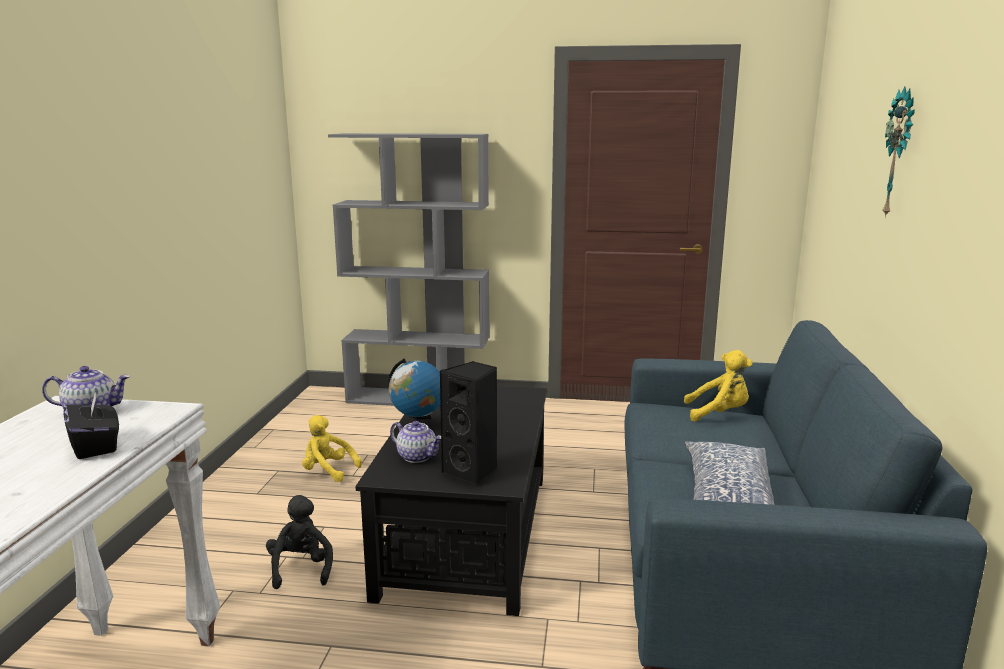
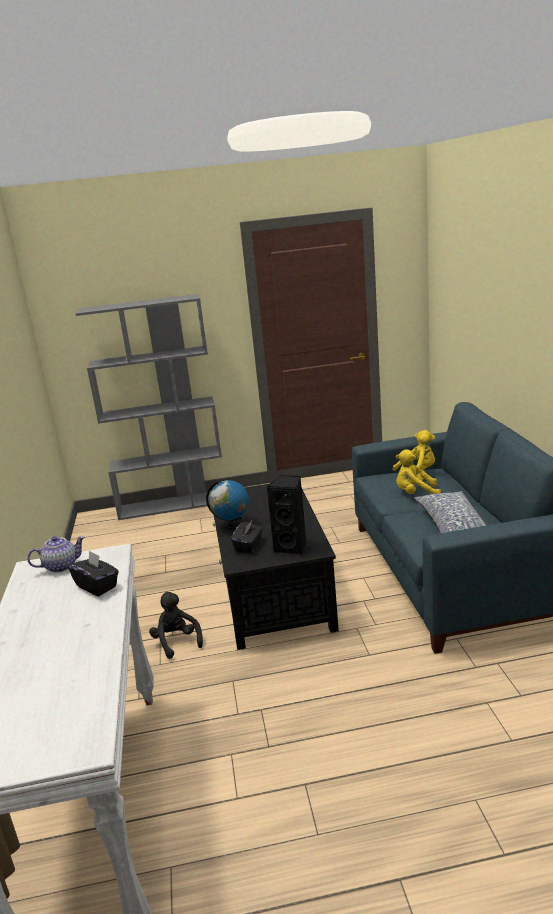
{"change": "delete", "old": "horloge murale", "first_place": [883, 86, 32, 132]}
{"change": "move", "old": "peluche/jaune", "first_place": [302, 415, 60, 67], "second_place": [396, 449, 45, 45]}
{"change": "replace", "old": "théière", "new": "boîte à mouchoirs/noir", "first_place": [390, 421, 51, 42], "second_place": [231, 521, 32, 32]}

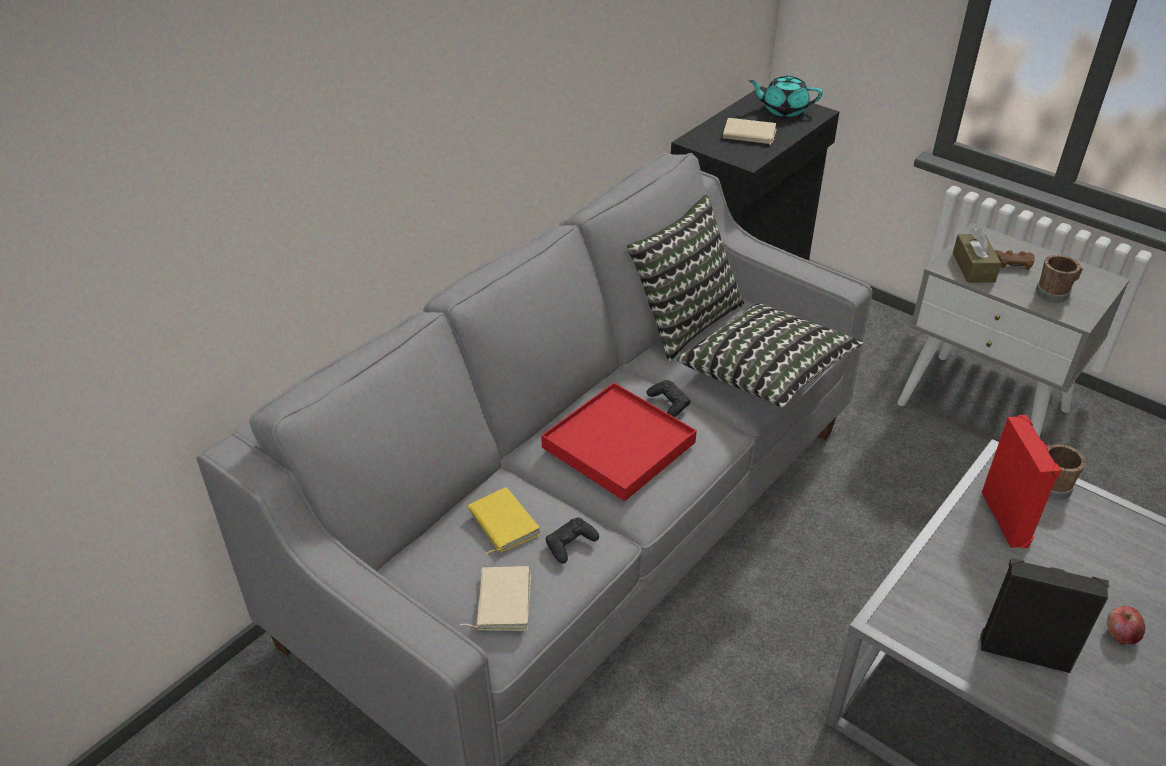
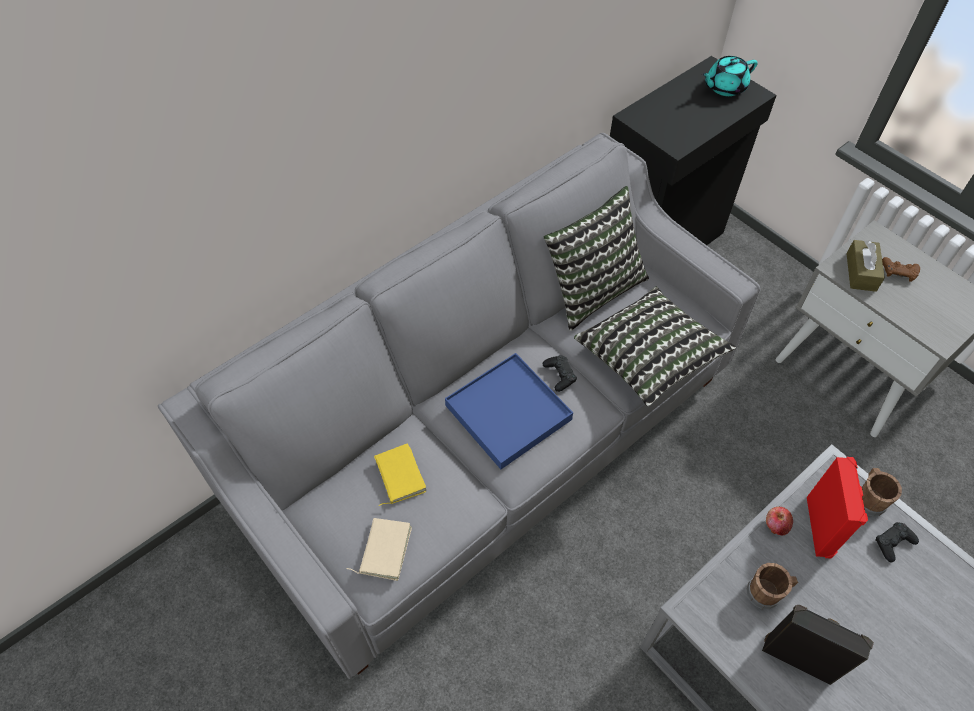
{"change": "rotate", "old": "théière/turquoise", "first_place": [749, 75, 74, 42], "second_place": [702, 56, 56, 40], "degrees": -45}
{"change": "delete", "old": "livre/beige", "first_place": [723, 118, 54, 28]}
{"change": "move", "old": "mug/marron", "first_place": [1036, 255, 47, 48], "second_place": [746, 563, 52, 46]}
{"change": "recolor", "old": "plateau/rouge", "new": "plateau/bleu", "first_place": [541, 383, 156, 118], "second_place": [445, 353, 128, 116]}
{"change": "move", "old": "manette/noir", "first_place": [546, 517, 53, 47], "second_place": [875, 522, 44, 40]}
{"change": "move", "old": "pomme", "first_place": [1107, 606, 38, 39], "second_place": [766, 507, 27, 28]}

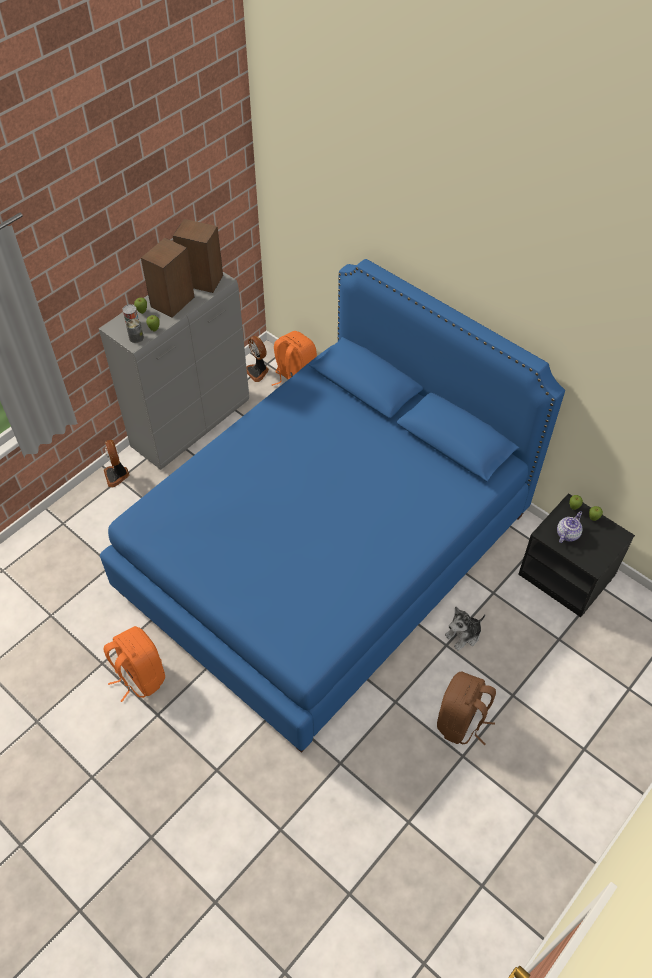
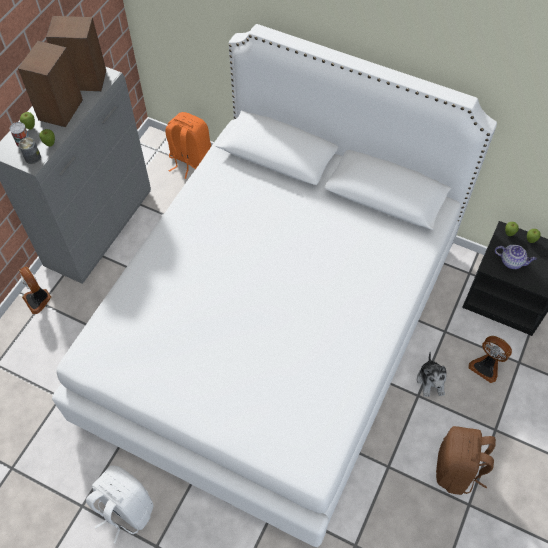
{"change": "recolor", "old": "lit/bleu", "new": "lit/blanc", "first_place": [100, 259, 465, 494], "second_place": [52, 24, 445, 523]}
{"change": "move", "old": "ventilateur", "first_place": [246, 336, 23, 46], "second_place": [469, 336, 43, 47]}
{"change": "rotate", "old": "théière", "first_place": [557, 511, 26, 32], "second_place": [495, 245, 42, 24], "degrees": 90}
{"change": "rotate", "old": "peluche", "first_place": [445, 606, 40, 44], "second_place": [417, 352, 29, 45], "degrees": -45}
{"change": "recolor", "old": "sac à dos/orange", "new": "sac à dos/blanc", "first_place": [104, 626, 61, 76], "second_place": [86, 466, 68, 77]}

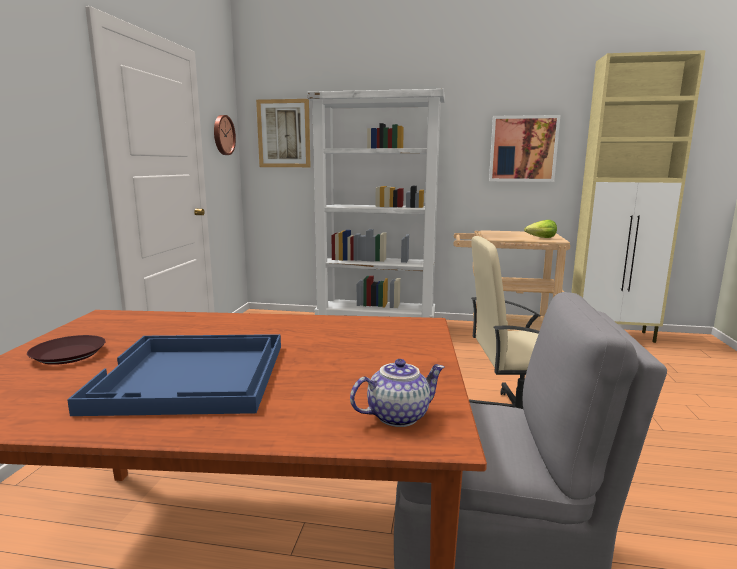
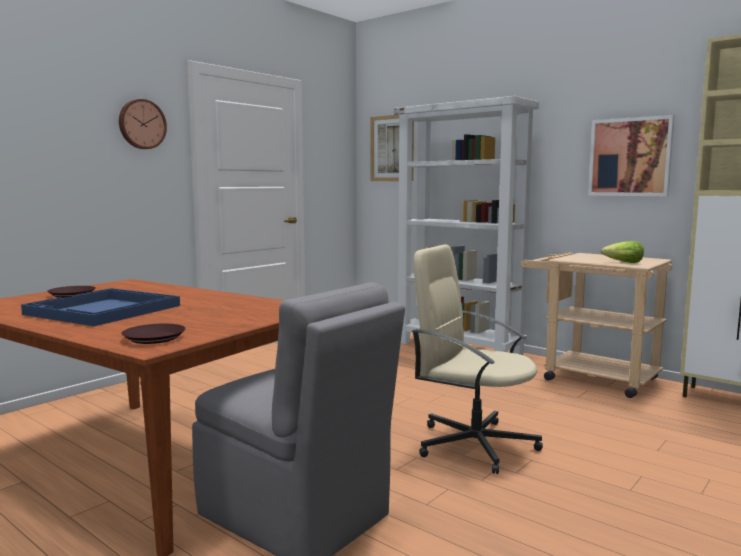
{"change": "move", "old": "horloge murale", "first_place": [214, 115, 22, 40], "second_place": [119, 99, 48, 50]}
{"change": "replace", "old": "théière", "new": "assiette/marron", "first_place": [350, 359, 95, 68], "second_place": [121, 324, 65, 20]}

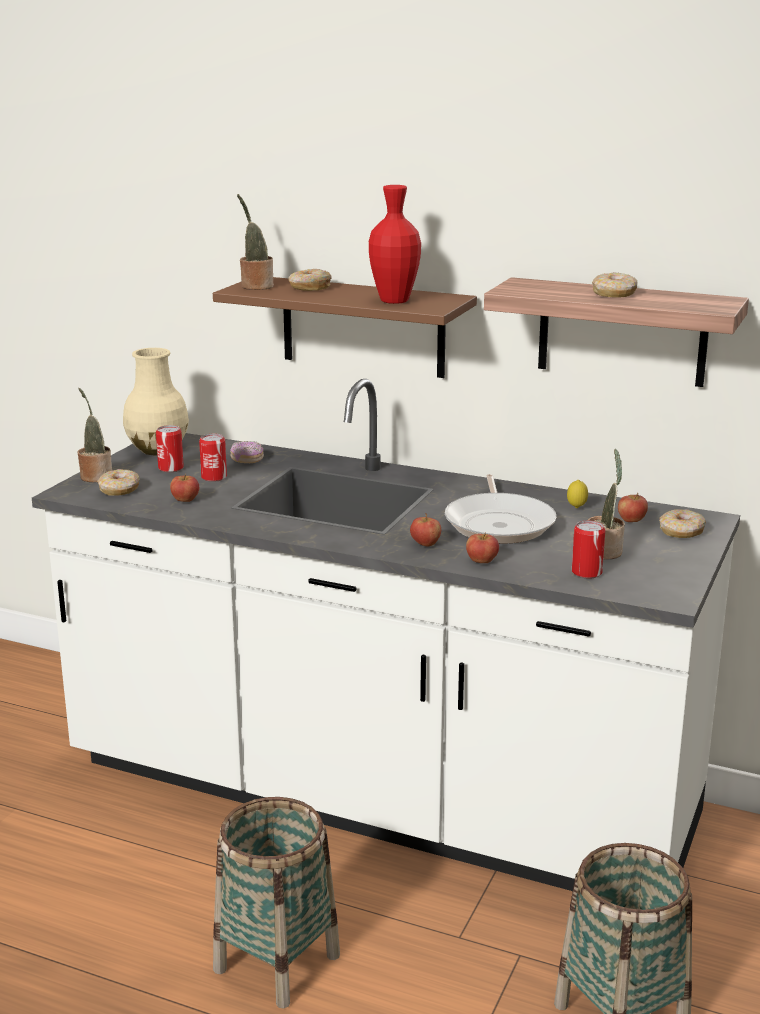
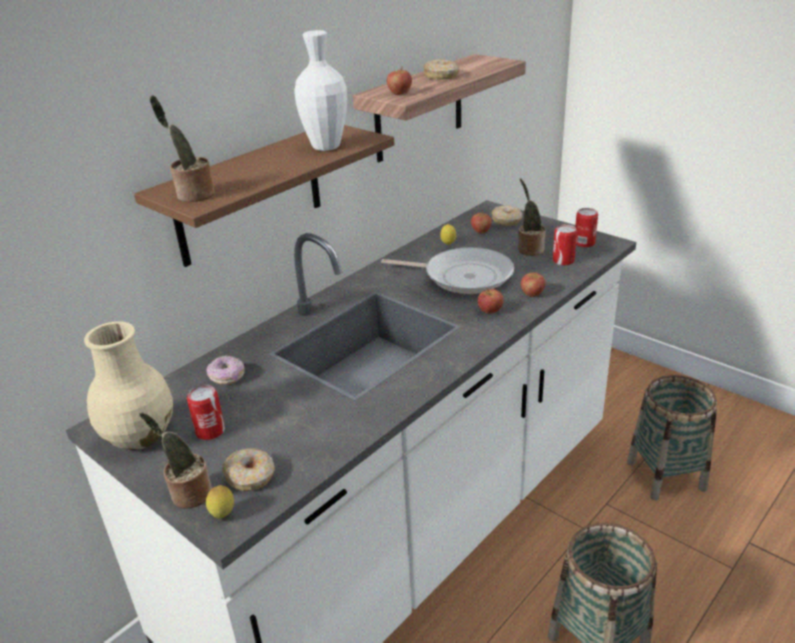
{"change": "recolor", "old": "vase/rouge", "new": "vase/blanc", "first_place": [369, 185, 52, 119], "second_place": [294, 30, 53, 121]}
{"change": "delete", "old": "beignet", "first_place": [289, 269, 43, 22]}
{"change": "move", "old": "boîte métallique", "first_place": [199, 434, 28, 48], "second_place": [575, 208, 23, 40]}
{"change": "move", "old": "pomme", "first_place": [170, 474, 29, 28], "second_place": [387, 67, 25, 28]}
{"change": "insert", "new": "citron", "second_place": [206, 485, 28, 34]}

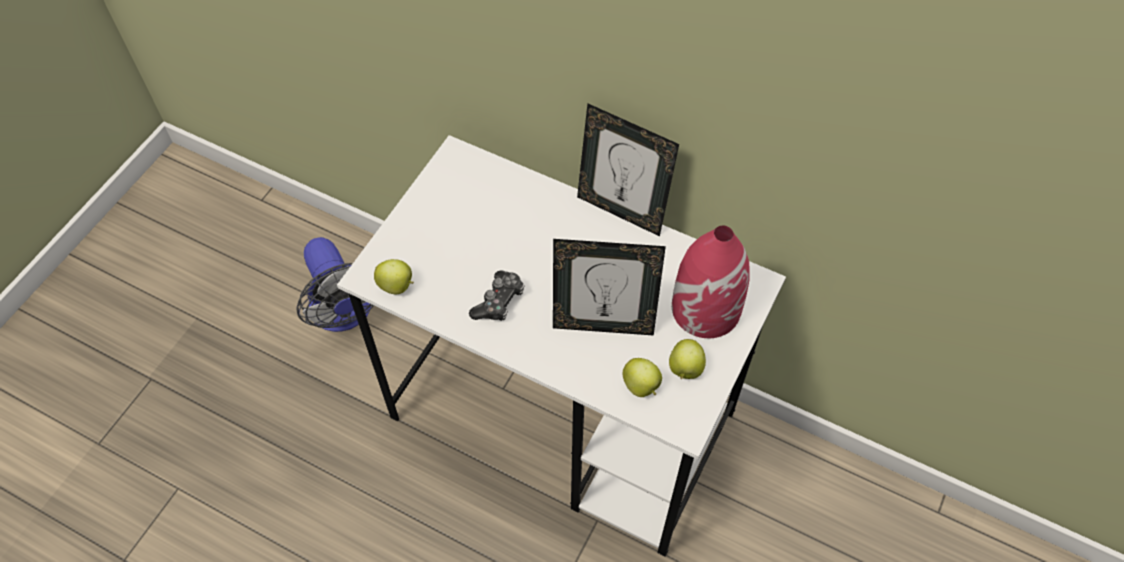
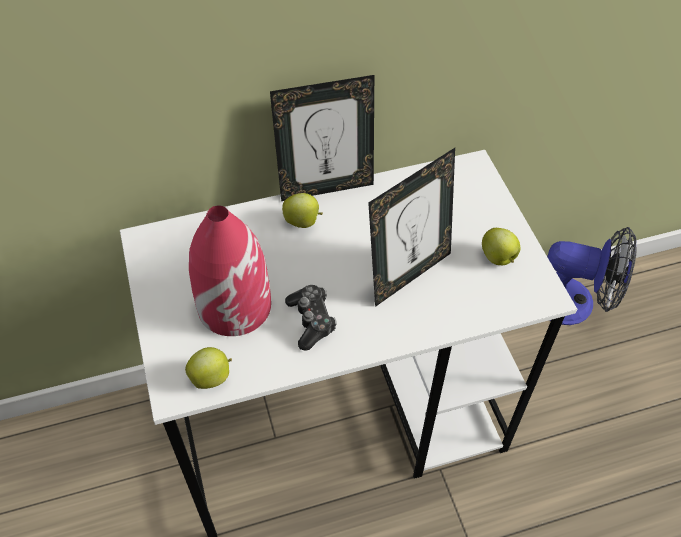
{"change": "move", "old": "vase/rouge", "first_place": [672, 226, 78, 112], "second_place": [189, 205, 82, 131]}
{"change": "move", "old": "ventilateur", "first_place": [296, 237, 78, 95], "second_place": [547, 227, 90, 98]}
{"change": "move", "old": "pomme", "first_place": [623, 358, 39, 39], "second_place": [282, 193, 41, 35]}

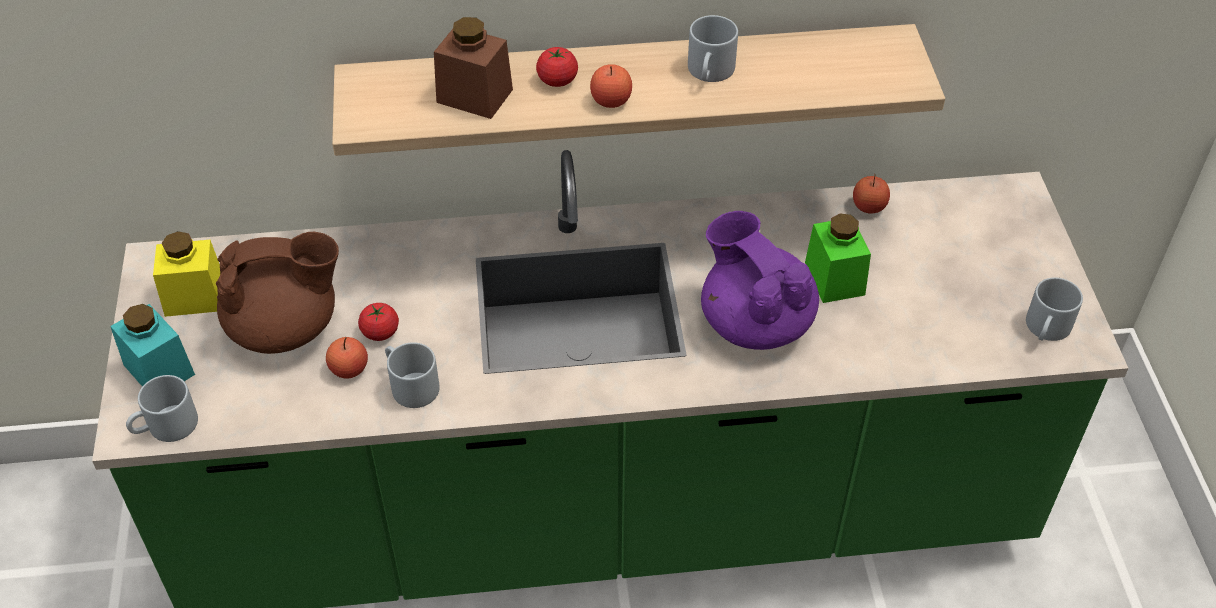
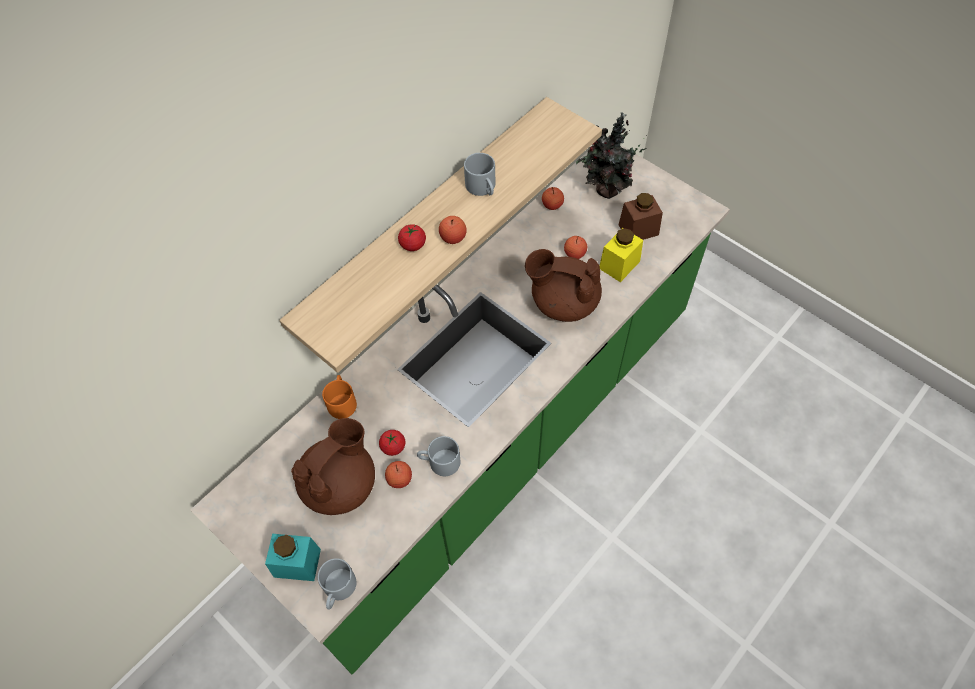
{"change": "move", "old": "bocal/marron", "first_place": [434, 17, 79, 102], "second_place": [619, 193, 44, 47]}
{"change": "recolor", "old": "théière/violet", "new": "théière/marron", "first_place": [701, 211, 118, 139], "second_place": [525, 249, 77, 73]}
{"change": "replace", "old": "bocal/vert", "new": "pomme", "first_place": [805, 213, 66, 90], "second_place": [564, 236, 23, 23]}
{"change": "move", "old": "bocal/jaune", "first_place": [153, 231, 67, 86], "second_place": [600, 228, 43, 54]}
{"change": "delete", "old": "mug/gris", "first_place": [1026, 277, 57, 64]}
{"change": "insert", "new": "plante en pot", "second_place": [576, 112, 71, 87]}
{"change": "insert", "new": "mug/orange", "second_place": [322, 375, 35, 44]}

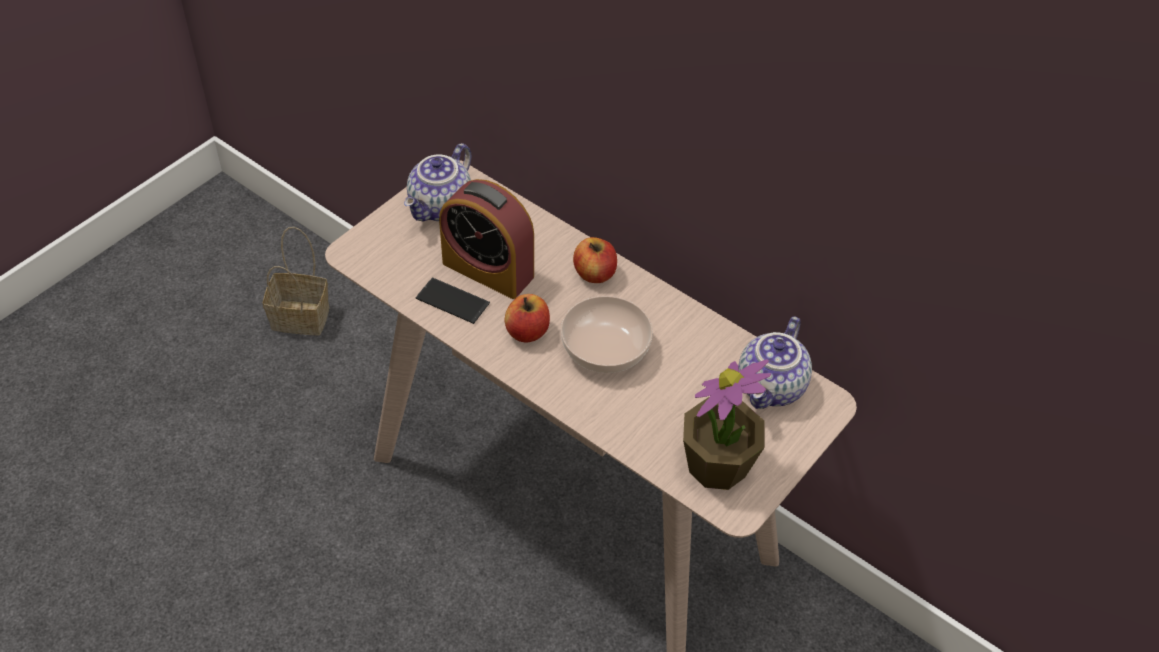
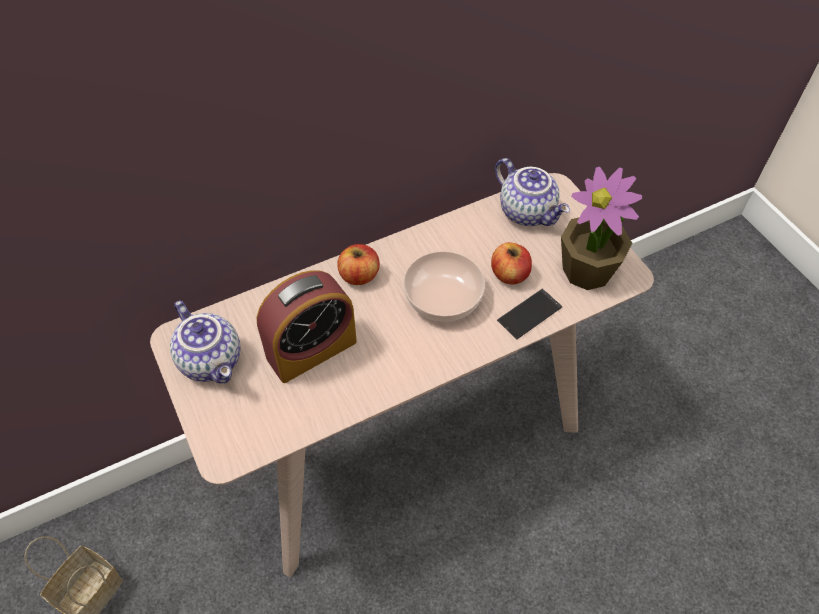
{"change": "move", "old": "téléphone", "first_place": [415, 277, 75, 47], "second_place": [497, 288, 66, 51]}
{"change": "move", "old": "pomme", "first_place": [504, 294, 46, 49], "second_place": [491, 242, 41, 42]}

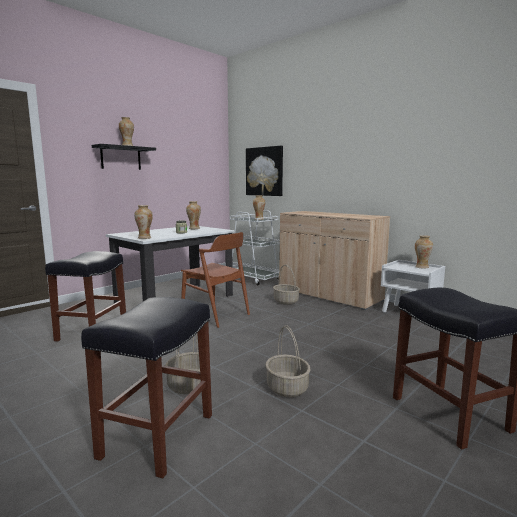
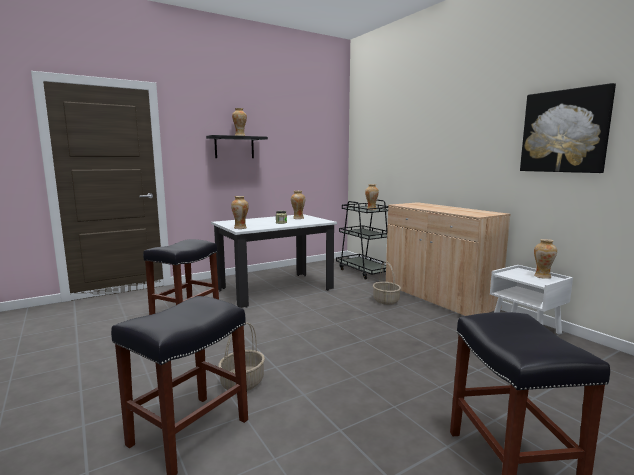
{"change": "move", "old": "tableau", "first_place": [246, 146, 37, 50], "second_place": [520, 83, 96, 90]}
{"change": "recolor", "old": "chariot/blanc", "new": "chariot/noir", "first_place": [230, 210, 50, 75], "second_place": [336, 199, 53, 81]}
{"change": "delete", "old": "chaise/marron", "first_place": [181, 232, 69, 96]}
{"change": "delete", "old": "panier", "first_place": [265, 325, 45, 73]}

